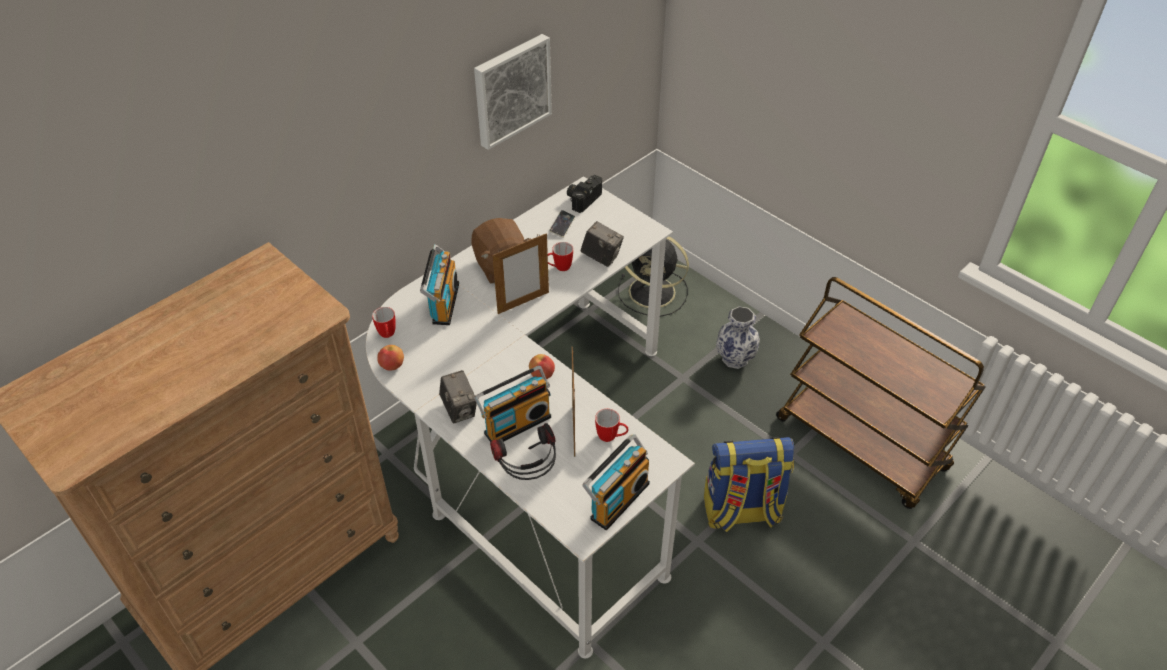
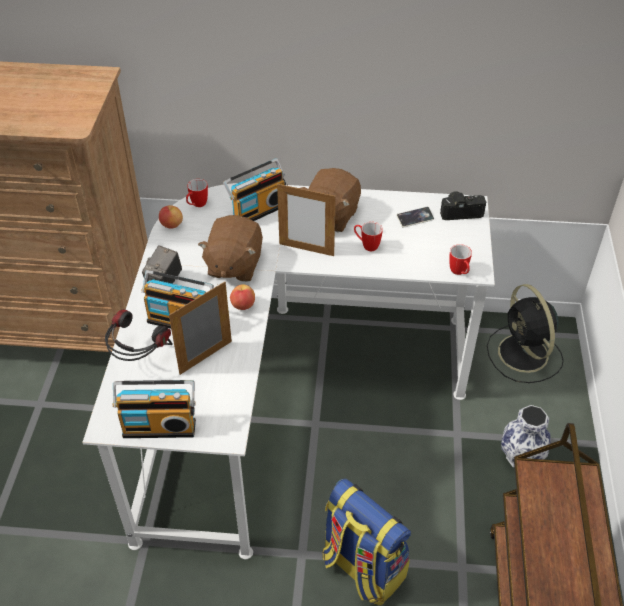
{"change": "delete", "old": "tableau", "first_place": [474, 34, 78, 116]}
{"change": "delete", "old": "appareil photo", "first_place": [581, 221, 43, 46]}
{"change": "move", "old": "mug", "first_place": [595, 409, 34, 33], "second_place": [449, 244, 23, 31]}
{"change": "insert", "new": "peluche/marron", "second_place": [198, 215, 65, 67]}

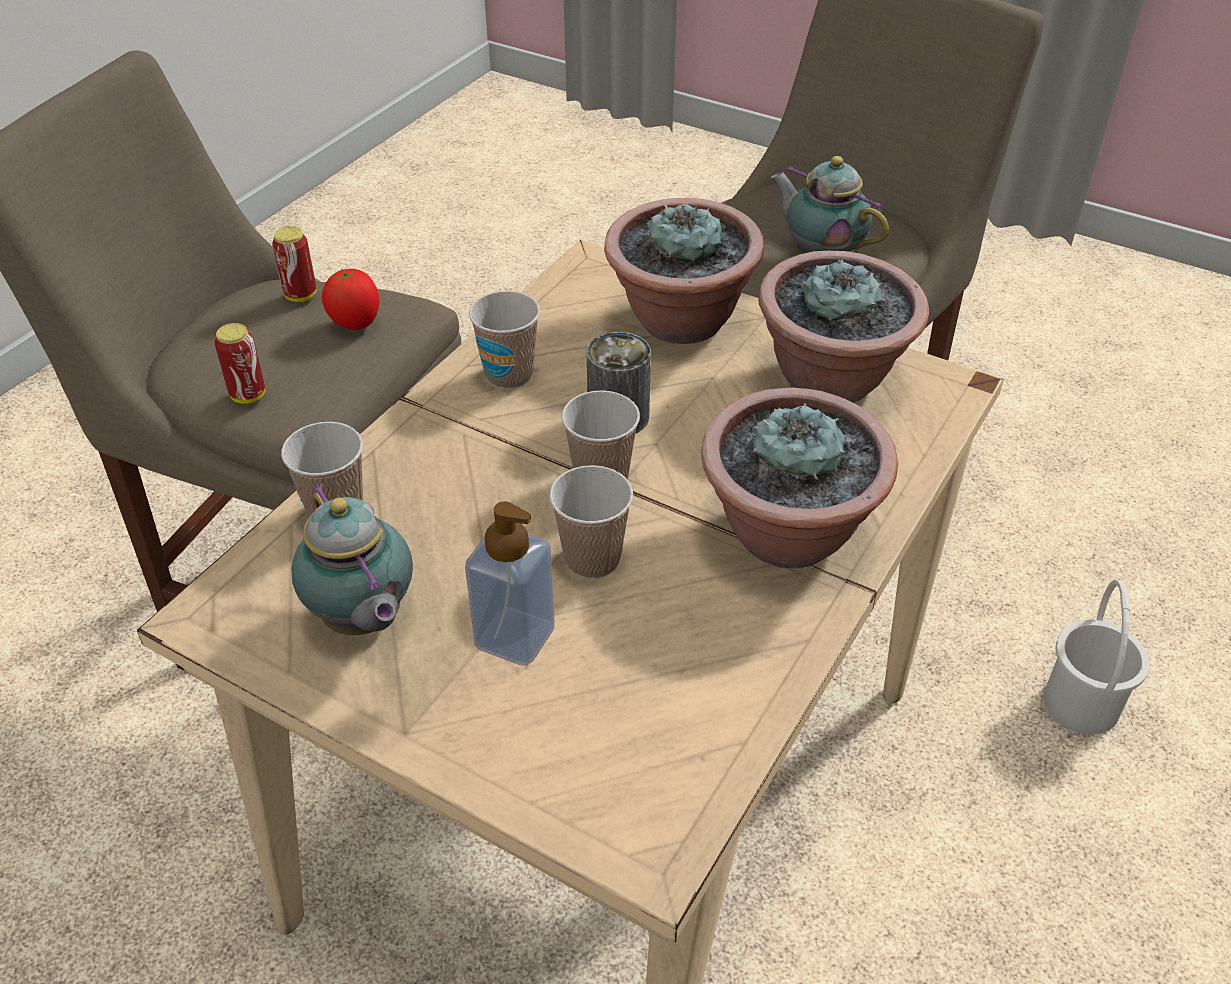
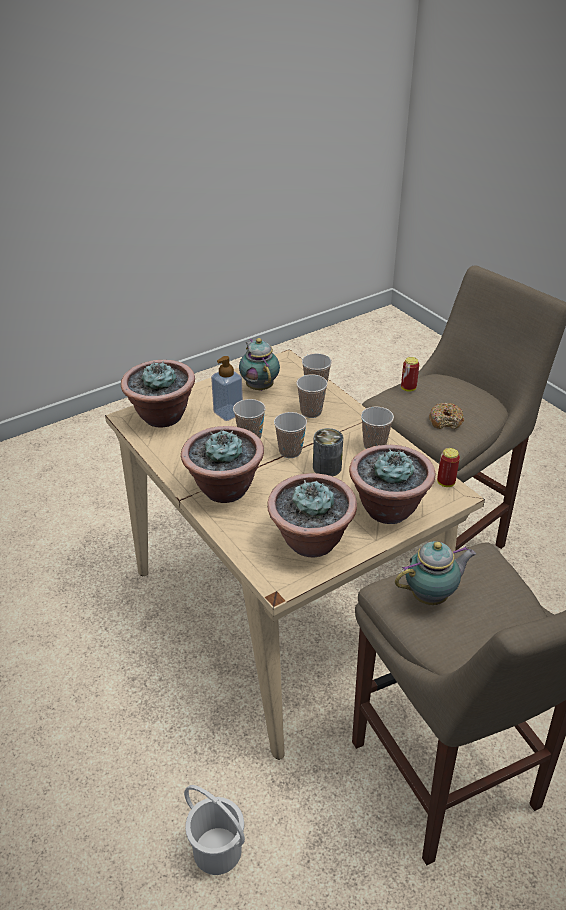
{"change": "move", "old": "boîte métallique", "first_place": [272, 226, 44, 76], "second_place": [437, 448, 23, 39]}
{"change": "replace", "old": "tomate", "new": "beignet", "first_place": [322, 268, 57, 62], "second_place": [429, 402, 35, 27]}
{"change": "rotate", "old": "théière", "first_place": [291, 484, 122, 151], "second_place": [239, 338, 41, 53], "degrees": 75}
{"change": "insert", "new": "plante en pot", "second_place": [121, 360, 74, 68]}
{"change": "insert", "new": "tasse", "second_place": [297, 374, 31, 44]}

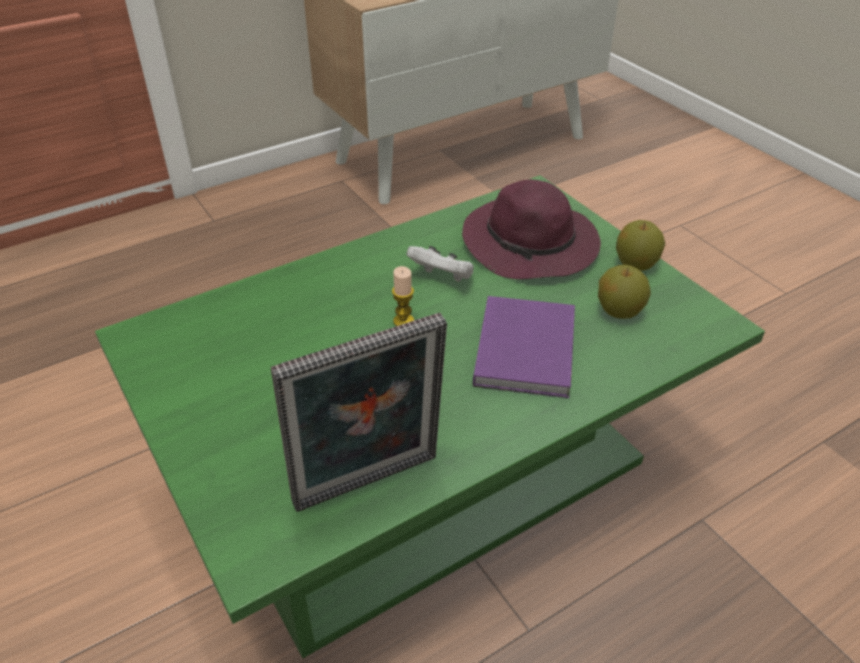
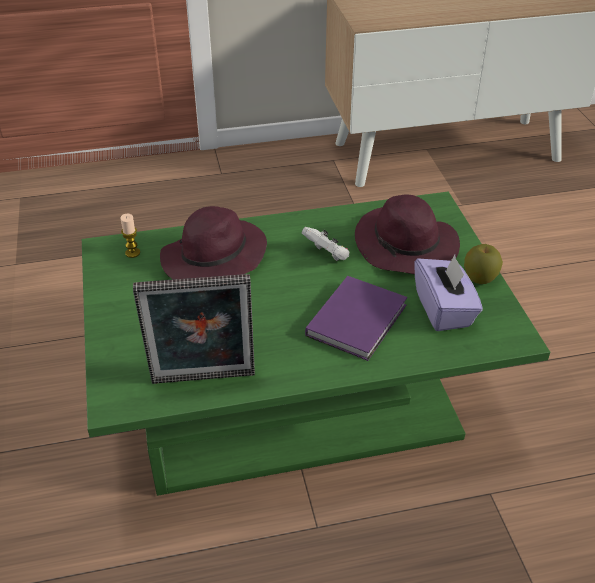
{"change": "replace", "old": "pomme", "new": "boîte à mouchoirs/violet", "first_place": [598, 264, 53, 55], "second_place": [414, 254, 69, 77]}
{"change": "move", "old": "bougie", "first_place": [392, 266, 22, 60], "second_place": [120, 214, 20, 44]}
{"change": "insert", "new": "chapeau/violet", "second_place": [160, 206, 107, 74]}

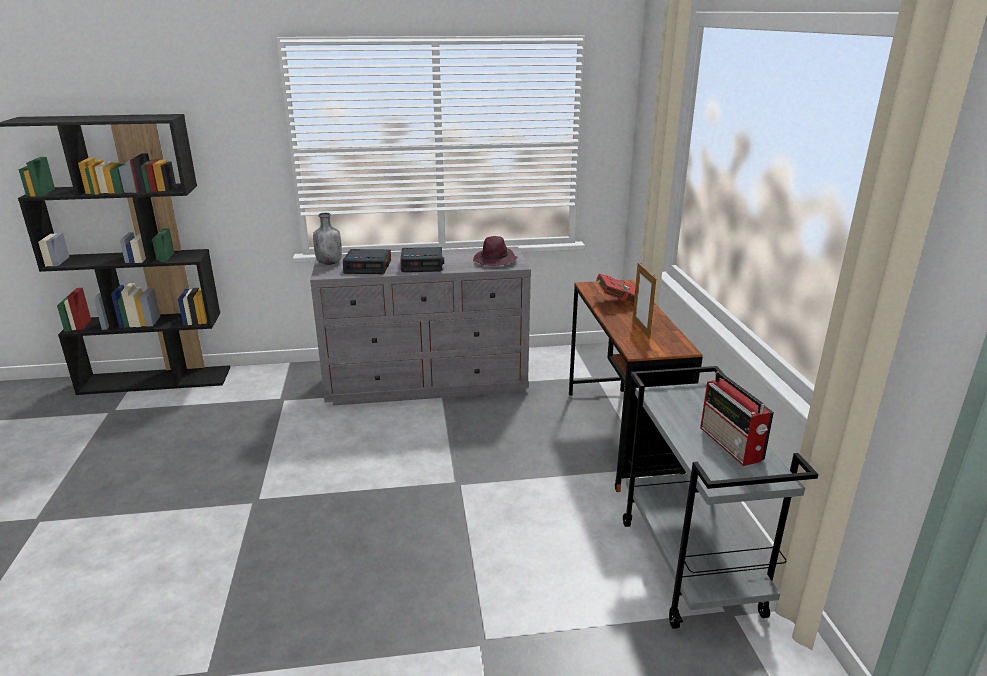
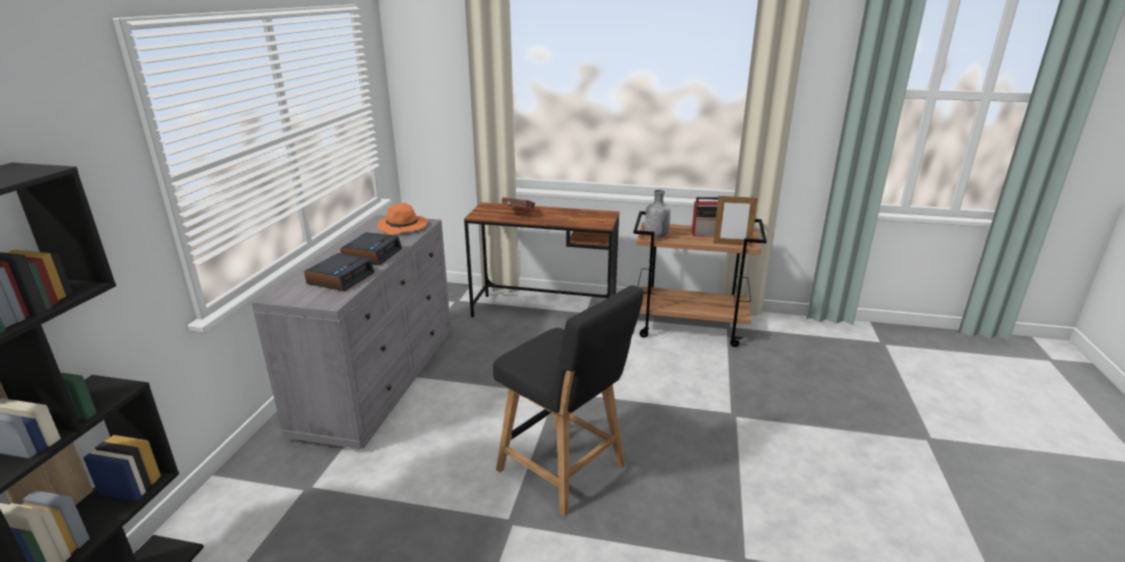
{"change": "move", "old": "bouteille/gris", "first_place": [313, 213, 29, 52], "second_place": [645, 190, 26, 47]}
{"change": "recolor", "old": "chapeau/violet", "new": "chapeau/orange", "first_place": [473, 236, 44, 30], "second_place": [377, 203, 50, 32]}
{"change": "move", "old": "cadre photo", "first_place": [632, 263, 24, 76], "second_place": [713, 194, 45, 52]}
{"change": "recolor", "old": "chariot/gris", "new": "chariot/marron", "first_place": [623, 366, 196, 263], "second_place": [633, 211, 134, 136]}
{"change": "insert", "new": "chaise/noir", "second_place": [493, 285, 151, 231]}

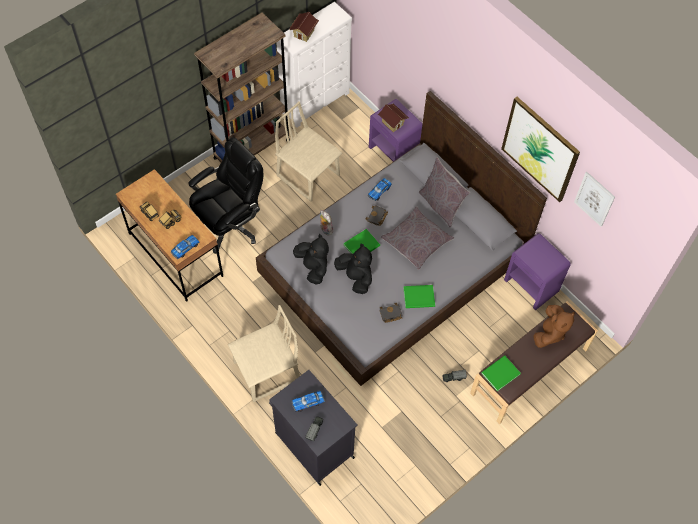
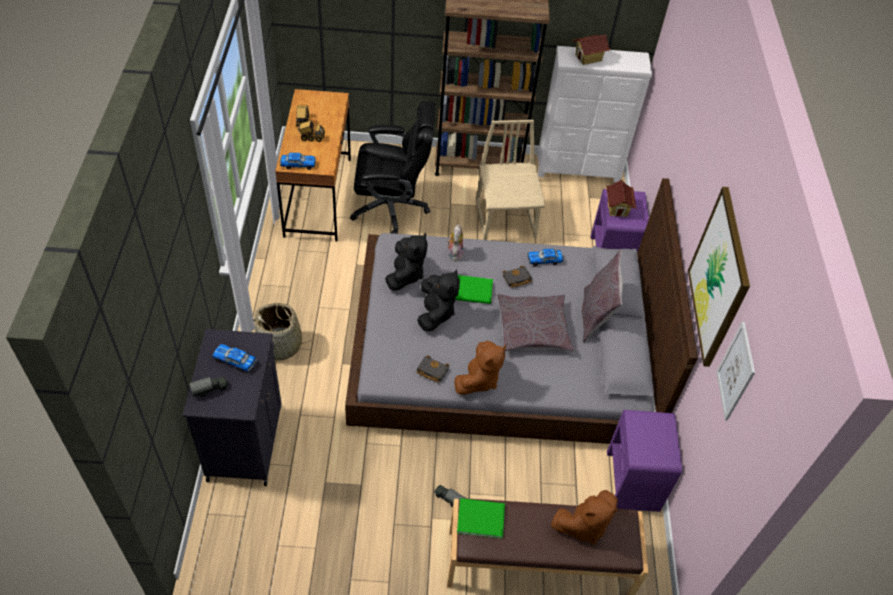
{"change": "replace", "old": "livre/vert", "new": "peluche/marron", "first_place": [404, 285, 31, 23], "second_place": [454, 341, 52, 54]}
{"change": "replace", "old": "chaise/beige", "new": "panier", "first_place": [228, 305, 72, 97], "second_place": [252, 303, 55, 57]}

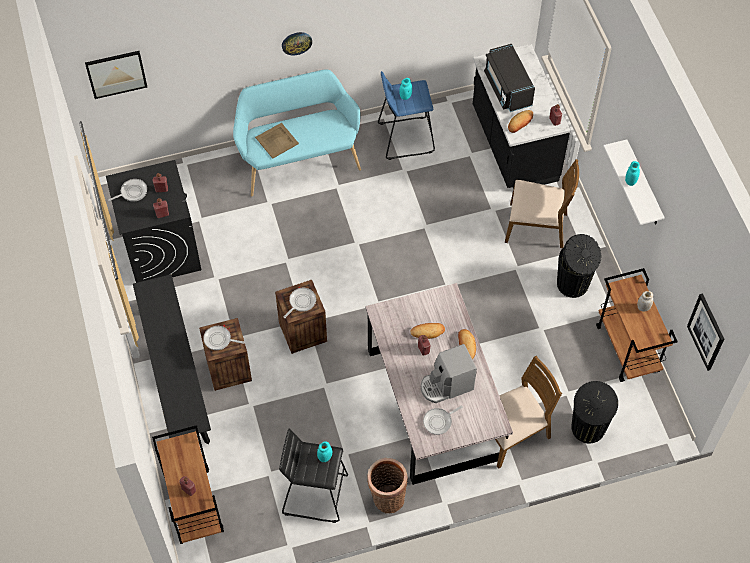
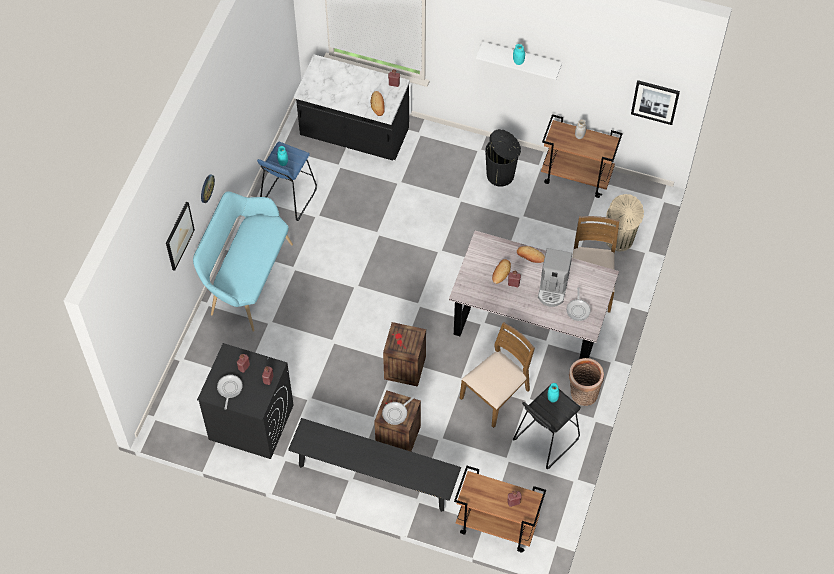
{"change": "delete", "old": "micro-ondes/noir", "first_place": [484, 44, 51, 68]}
{"change": "move", "old": "tableau", "first_place": [85, 51, 62, 48], "second_place": [166, 202, 29, 69]}
{"change": "delete", "old": "plateau/beige", "first_place": [255, 123, 44, 36]}
{"change": "move", "old": "chaise/marron", "first_place": [505, 159, 74, 89], "second_place": [460, 322, 75, 106]}
{"change": "delete", "old": "poêle", "first_place": [284, 288, 32, 30]}
{"change": "recolor", "old": "poubelle/noir", "new": "poubelle/beige", "first_place": [571, 381, 47, 62], "second_place": [606, 194, 38, 57]}

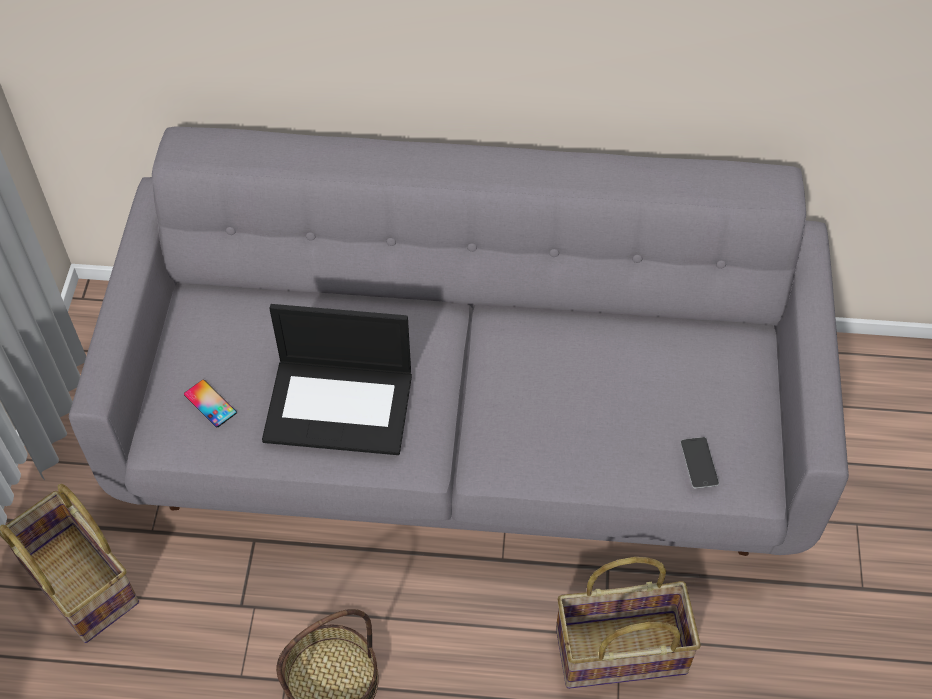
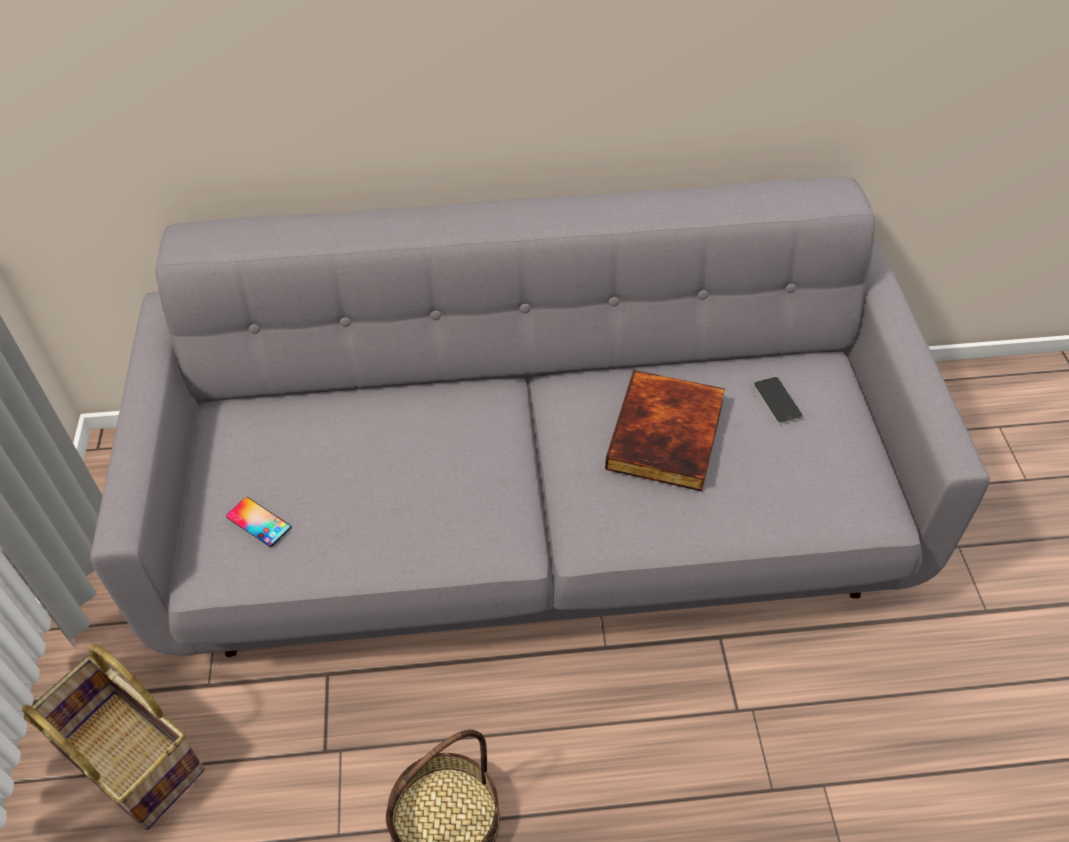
{"change": "delete", "old": "ordinateur portable", "first_place": [262, 304, 150, 151]}
{"change": "move", "old": "téléphone", "first_place": [680, 437, 39, 52], "second_place": [753, 377, 50, 47]}
{"change": "delete", "old": "panier", "first_place": [556, 557, 145, 132]}
{"change": "insert", "new": "livre", "second_place": [605, 370, 120, 121]}

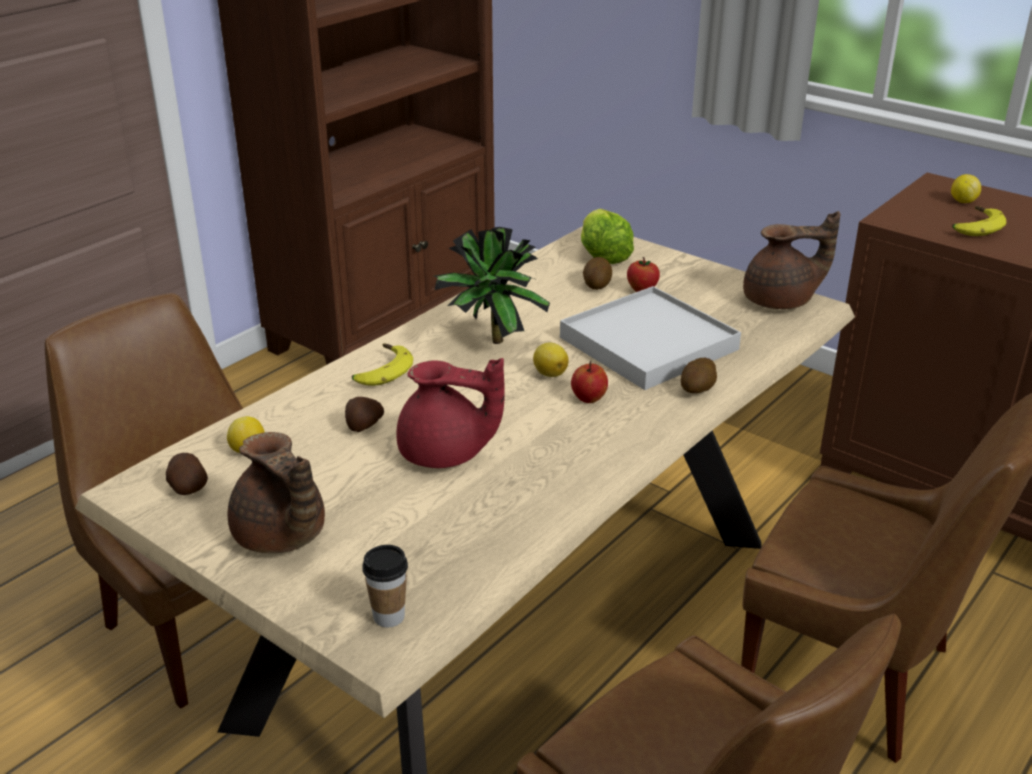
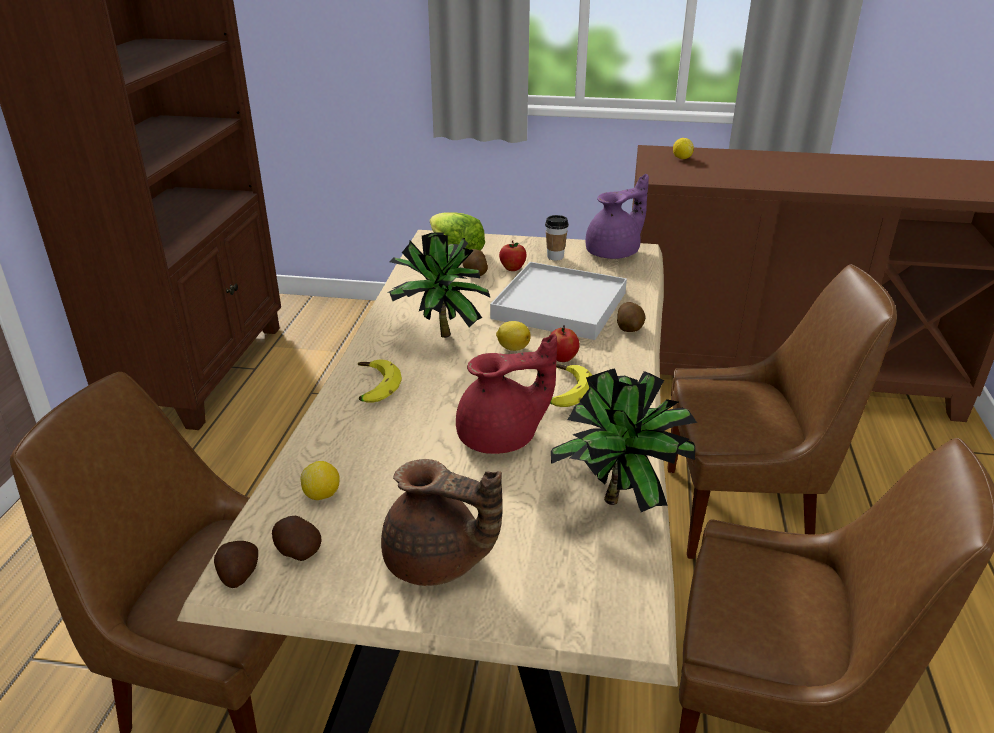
{"change": "move", "old": "banane", "first_place": [952, 206, 54, 30], "second_place": [550, 364, 42, 43]}
{"change": "recolor", "old": "théière/marron", "new": "théière/violet", "first_place": [743, 211, 97, 98], "second_place": [585, 174, 64, 85]}
{"change": "move", "old": "pomme de terre", "first_place": [345, 397, 39, 35], "second_place": [214, 541, 44, 47]}
{"change": "move", "old": "tasse", "first_place": [362, 545, 46, 82], "second_place": [545, 215, 24, 45]}
{"change": "insert", "new": "plante en pot", "second_place": [551, 368, 146, 144]}

